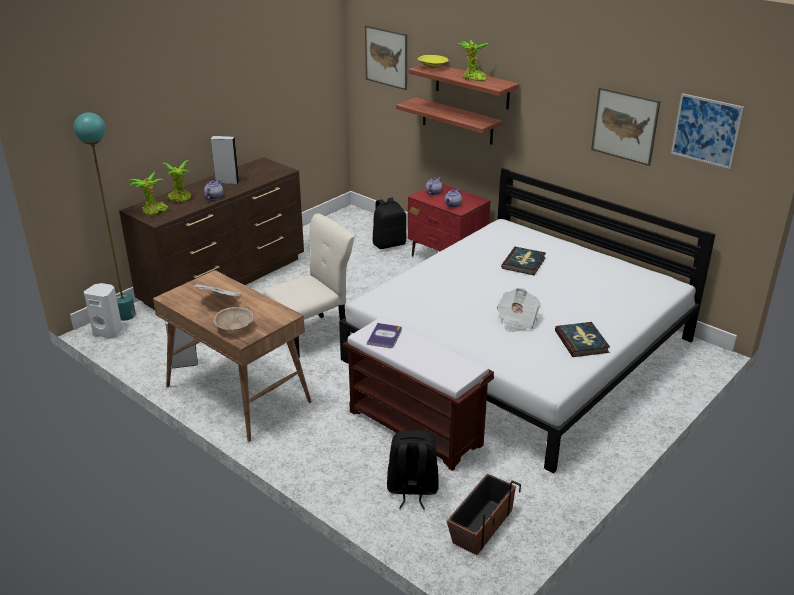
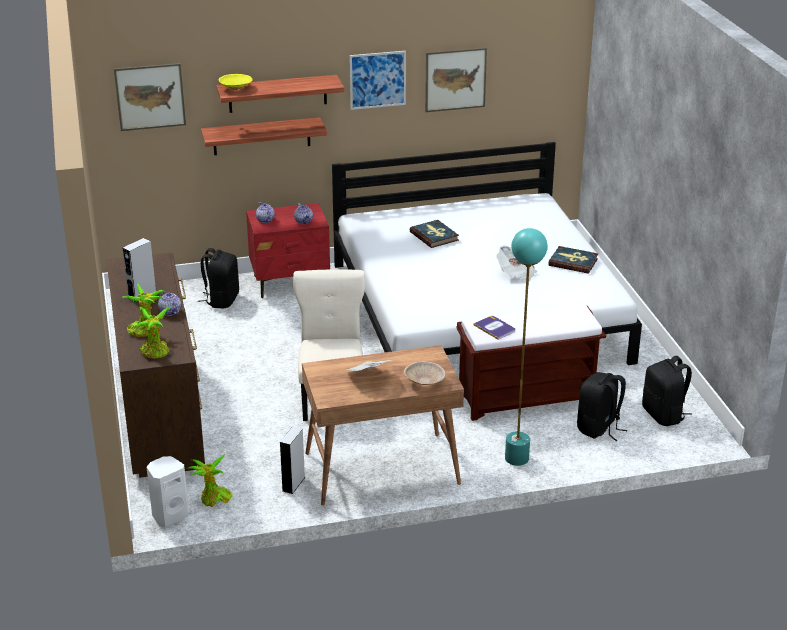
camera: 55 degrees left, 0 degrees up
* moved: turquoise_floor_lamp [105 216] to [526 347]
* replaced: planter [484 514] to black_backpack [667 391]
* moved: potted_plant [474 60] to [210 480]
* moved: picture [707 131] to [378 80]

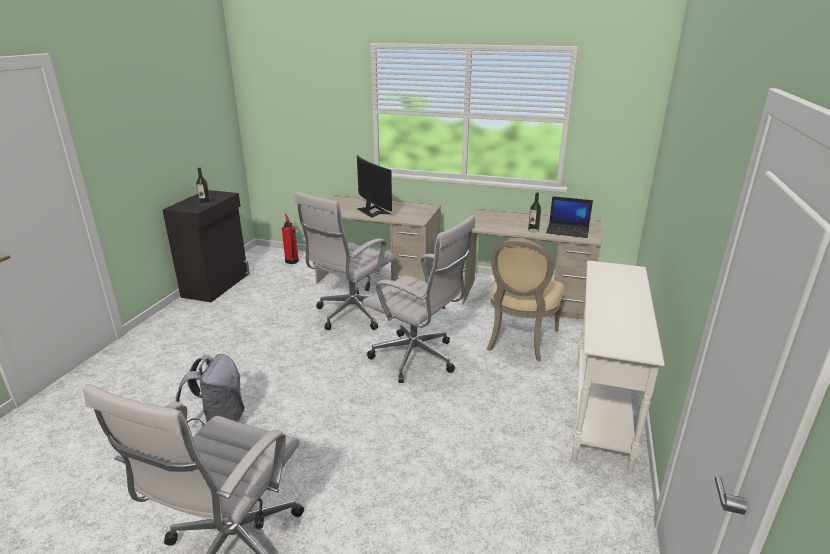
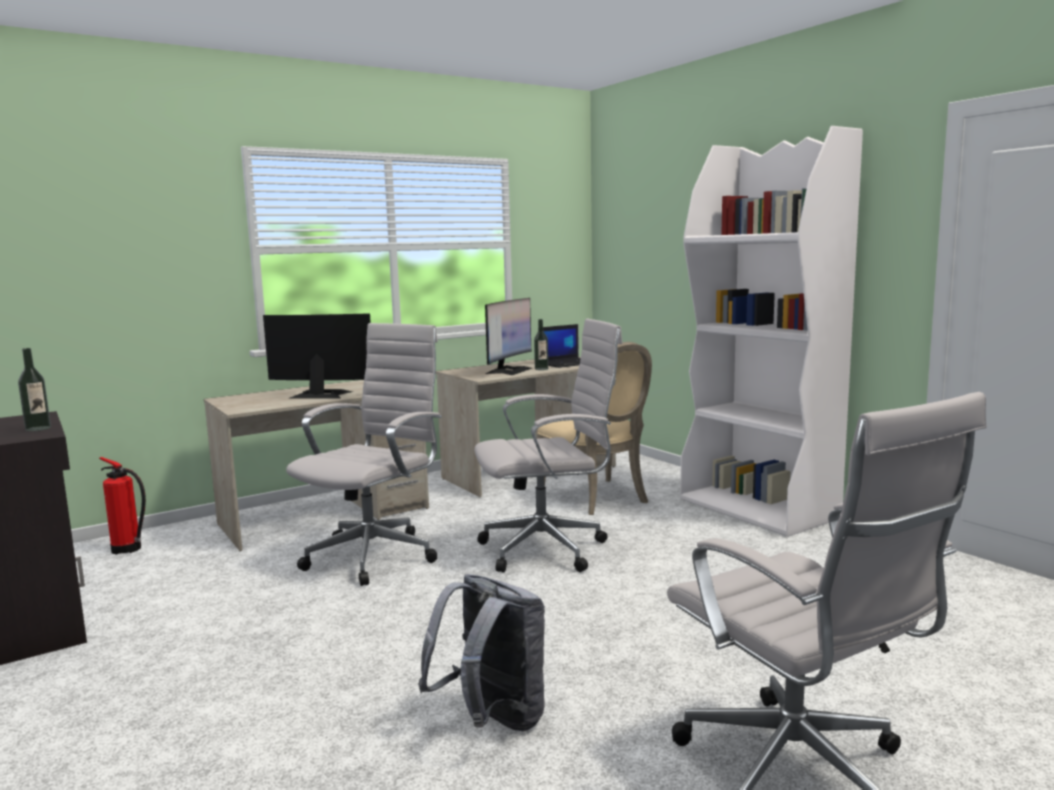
camera: 50 degrees left, 15 degrees down
* turned: white_office_chair [344 260] = [364 454] 135 degrees counterclockwise
* replaced: white_console_table [618 366] to white_bookcase [771 331]
* added: monitor [508 336]

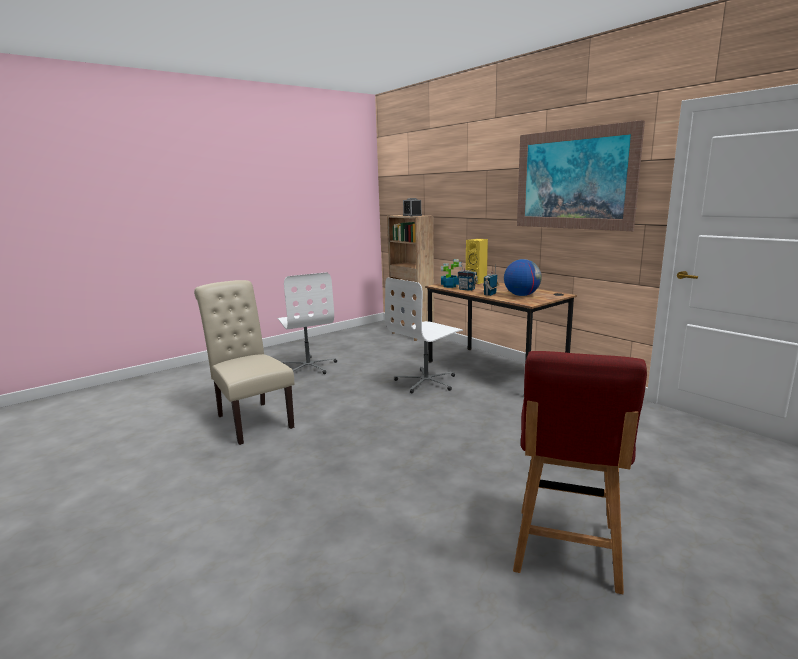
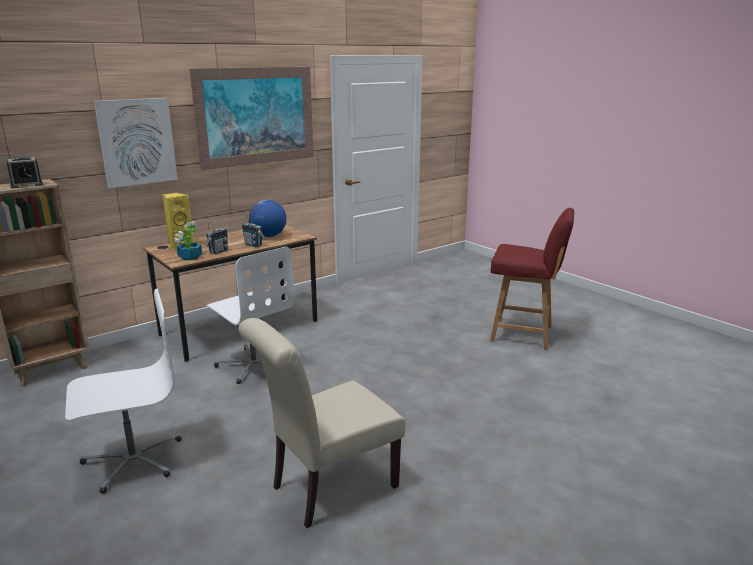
camera: 90 degrees left, 5 degrees up
* added: picture [136 143]

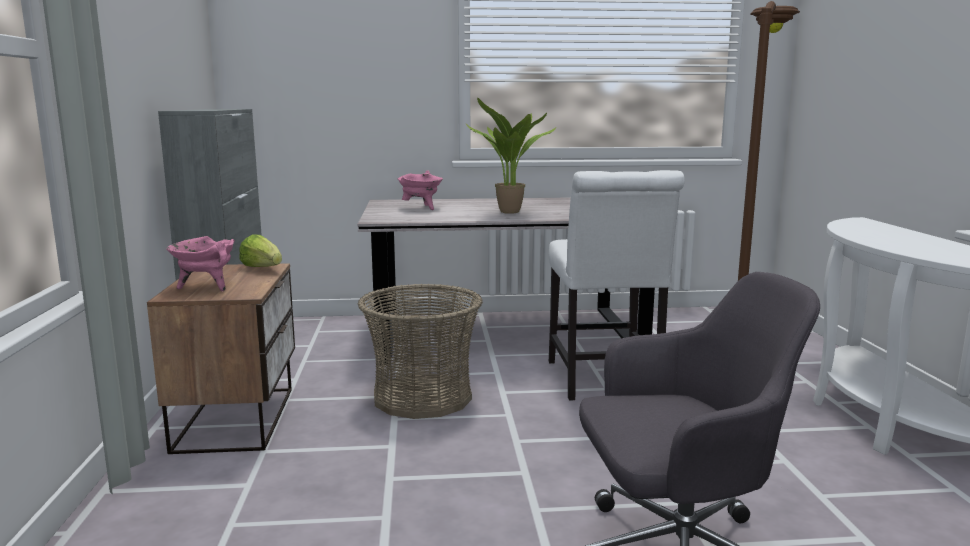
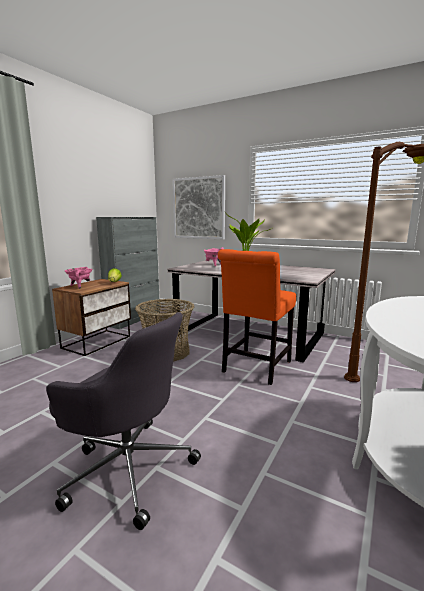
camera: 35 degrees right, 0 degrees up
* recoloured: white_chair [617 285] to orange_chair [257 317]
* added: picture [199 207]

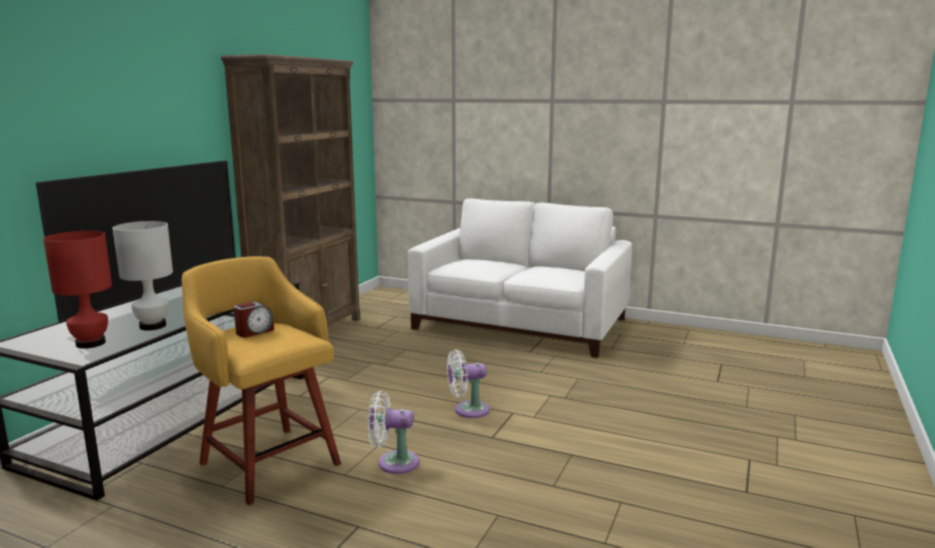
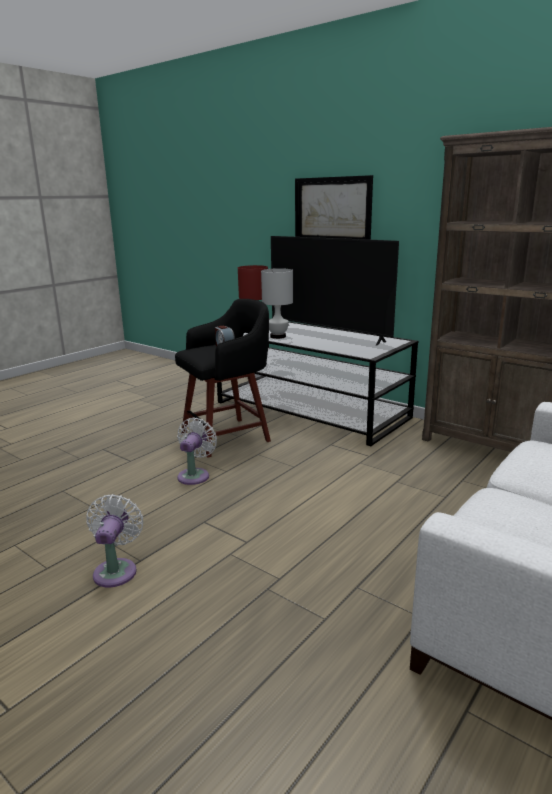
camera: 105 degrees right, 5 degrees up
* recoloured: yellow_stool [261 380] to black_stool [223 378]
* moved: white_fan [468 384] to [114 540]
* added: picture [334 207]

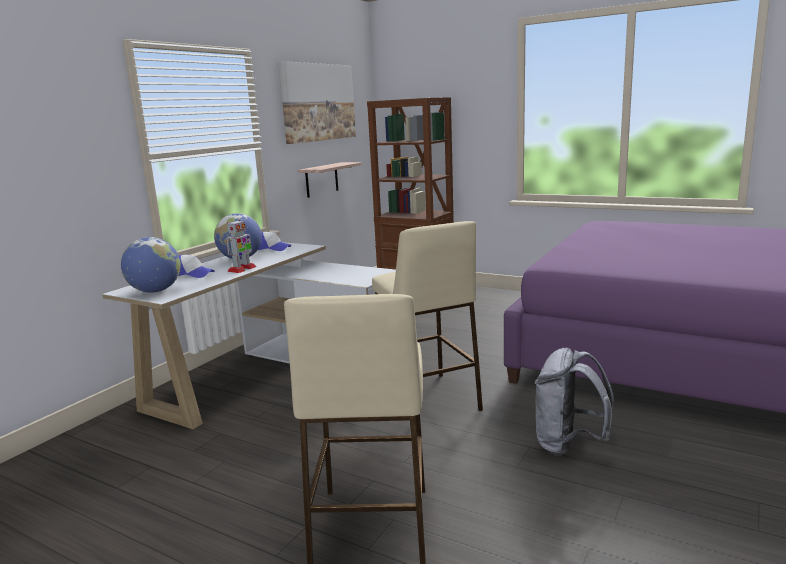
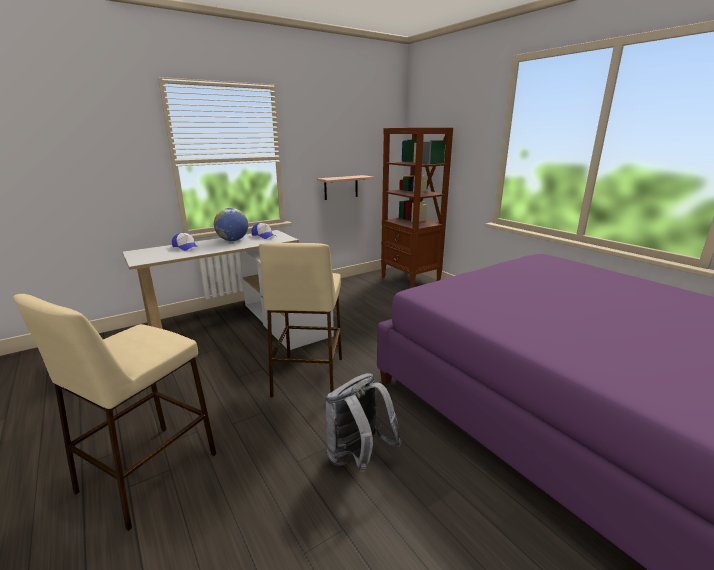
camera: 25 degrees right, 5 degrees up
* removed: globe [151 265]
* removed: toy_robot [241 246]
* removed: picture [317 102]

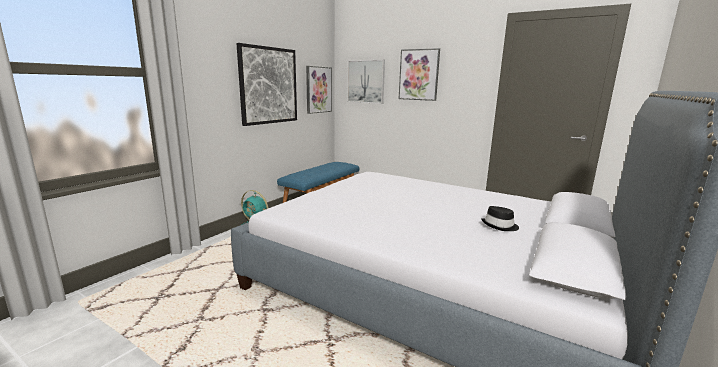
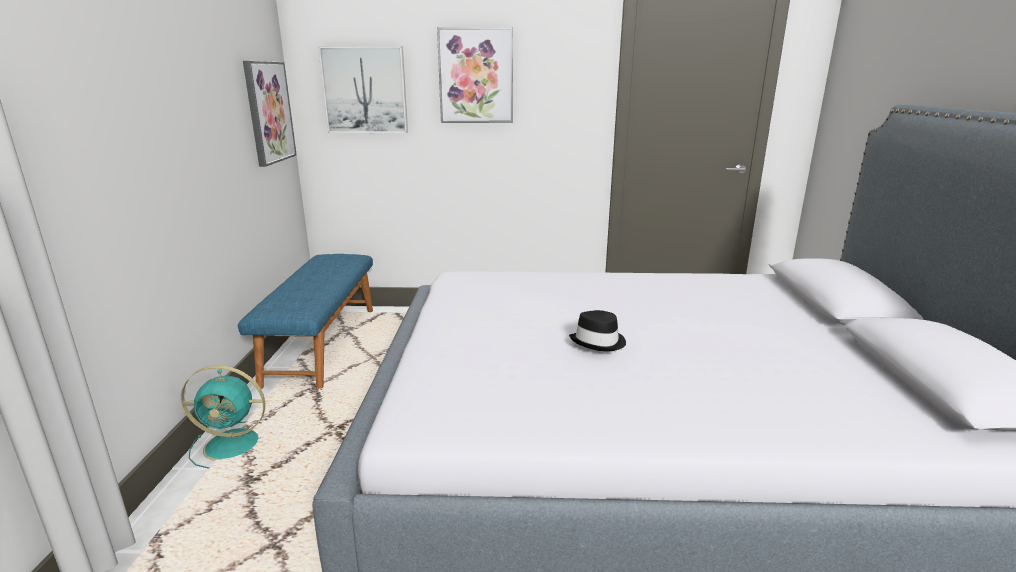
camera: 30 degrees left, 5 degrees up
* removed: picture [266 84]
* moved: black_hat [500 218] to [597 331]

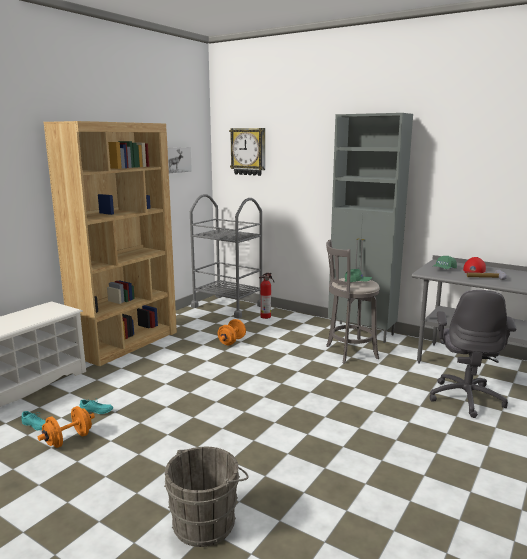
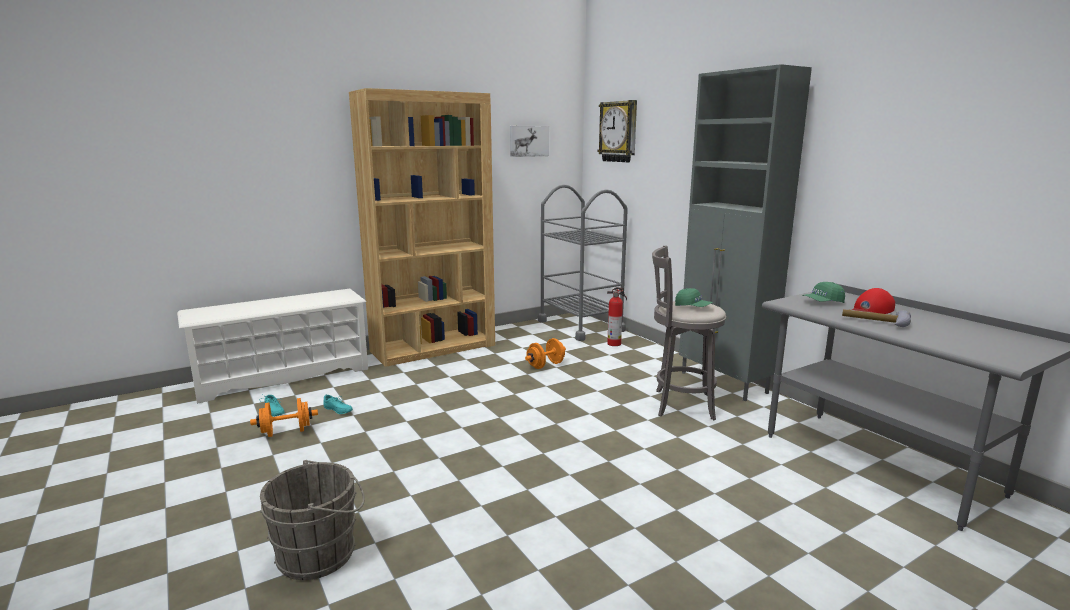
camera: 25 degrees right, 0 degrees up
* removed: grey_office_chair [473 354]

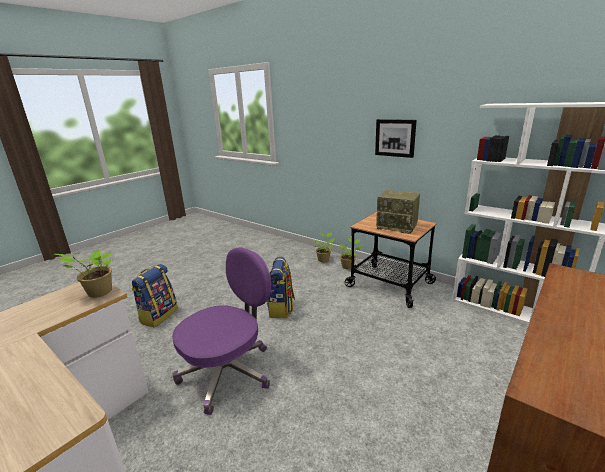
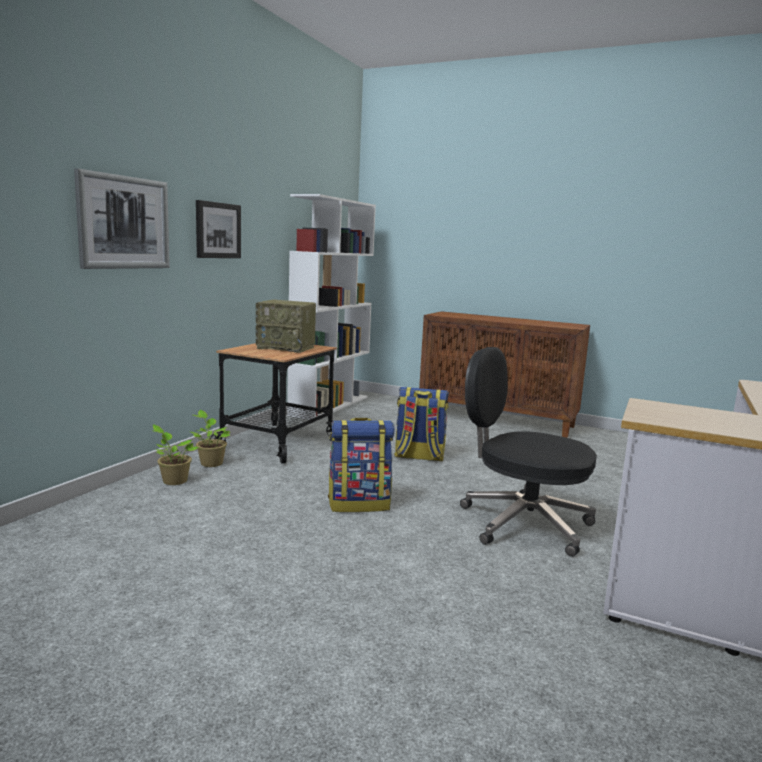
camera: 105 degrees left, 10 degrees down
* removed: potted_plant [83 274]
* moved: backpack [154 295] to [421 424]
* recoloured: purple_office_chair [221 331] to black_office_chair [528 452]
* turned: radio [398 212] = [286 326] 90 degrees clockwise
* added: picture [122 218]

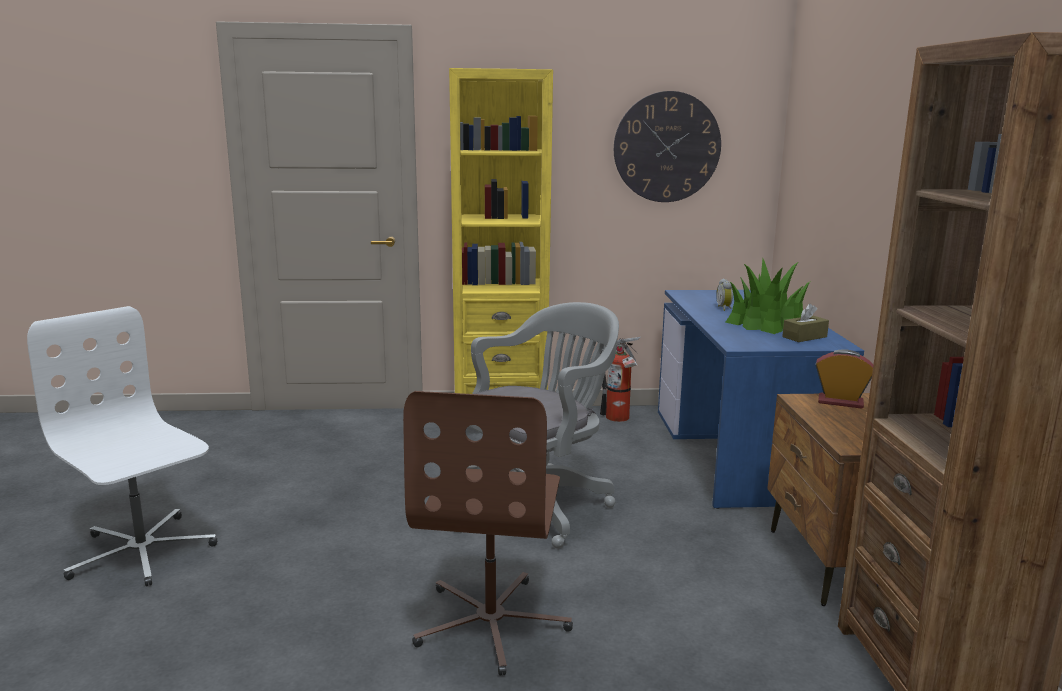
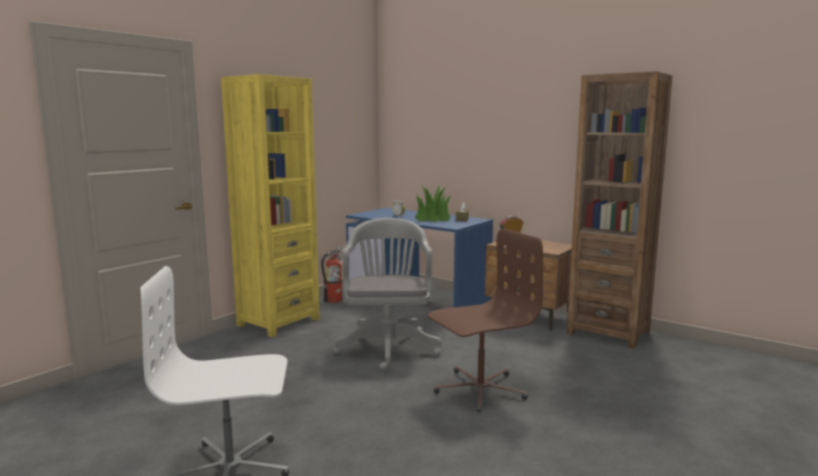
camera: 50 degrees left, 5 degrees down
* turned: brown_office_chair [488 533] = [485 320] 75 degrees counterclockwise
* removed: wall_clock [667 146]

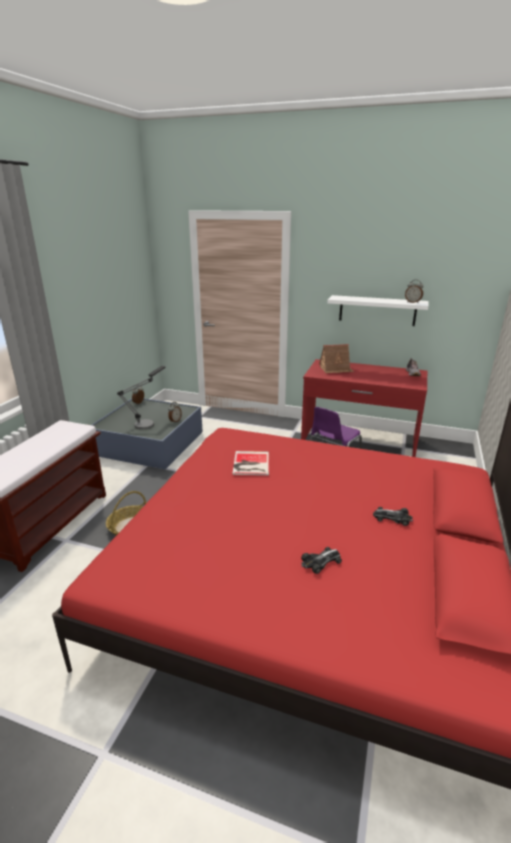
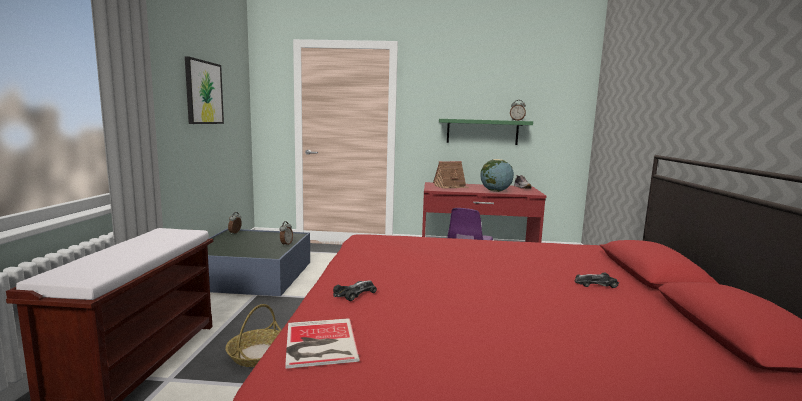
camera: 15 degrees left, 15 degrees down
* removed: table_lamp [141 398]
* moved: book [250 463] to [322 343]
* moved: toy_car [321 560] to [355 290]
* recoloured: white_shelf [378 310] to green_shelf [486 132]
* added: picture [204 90]
* added: globe [497 175]

